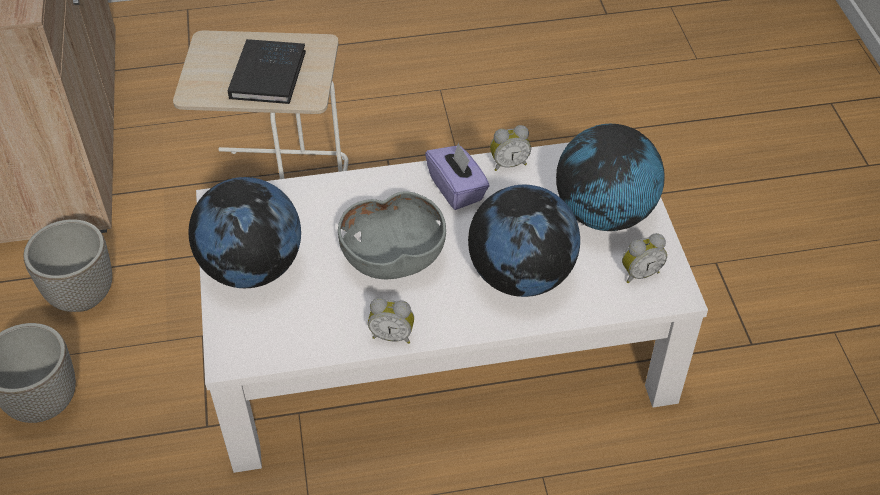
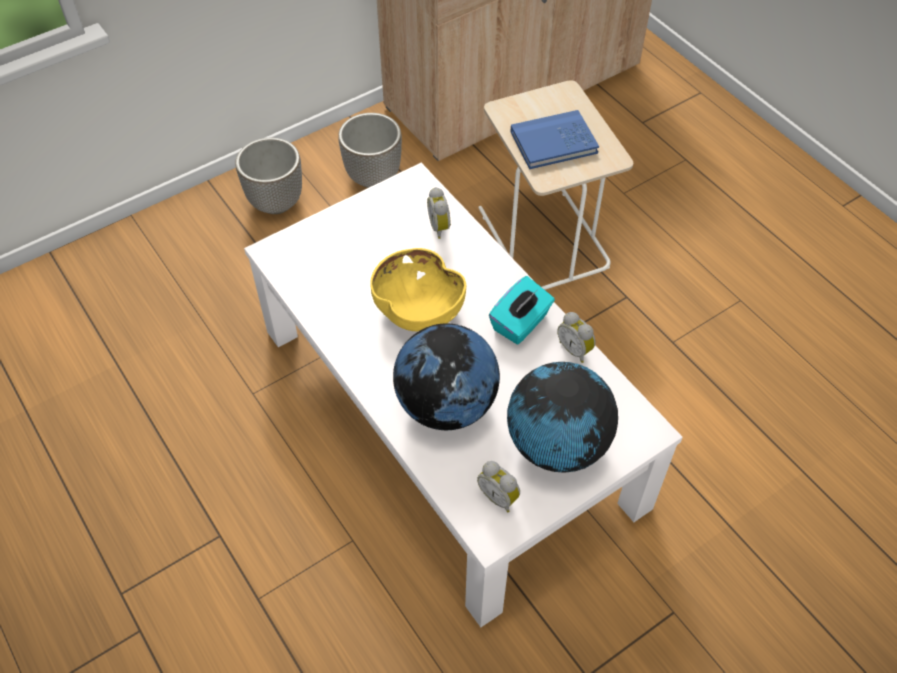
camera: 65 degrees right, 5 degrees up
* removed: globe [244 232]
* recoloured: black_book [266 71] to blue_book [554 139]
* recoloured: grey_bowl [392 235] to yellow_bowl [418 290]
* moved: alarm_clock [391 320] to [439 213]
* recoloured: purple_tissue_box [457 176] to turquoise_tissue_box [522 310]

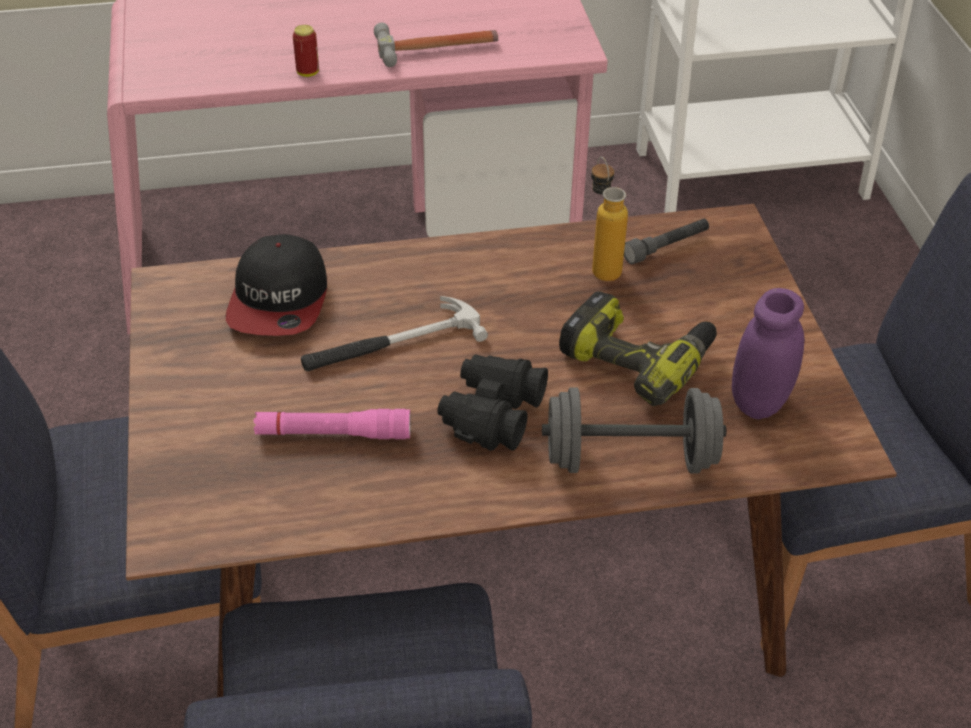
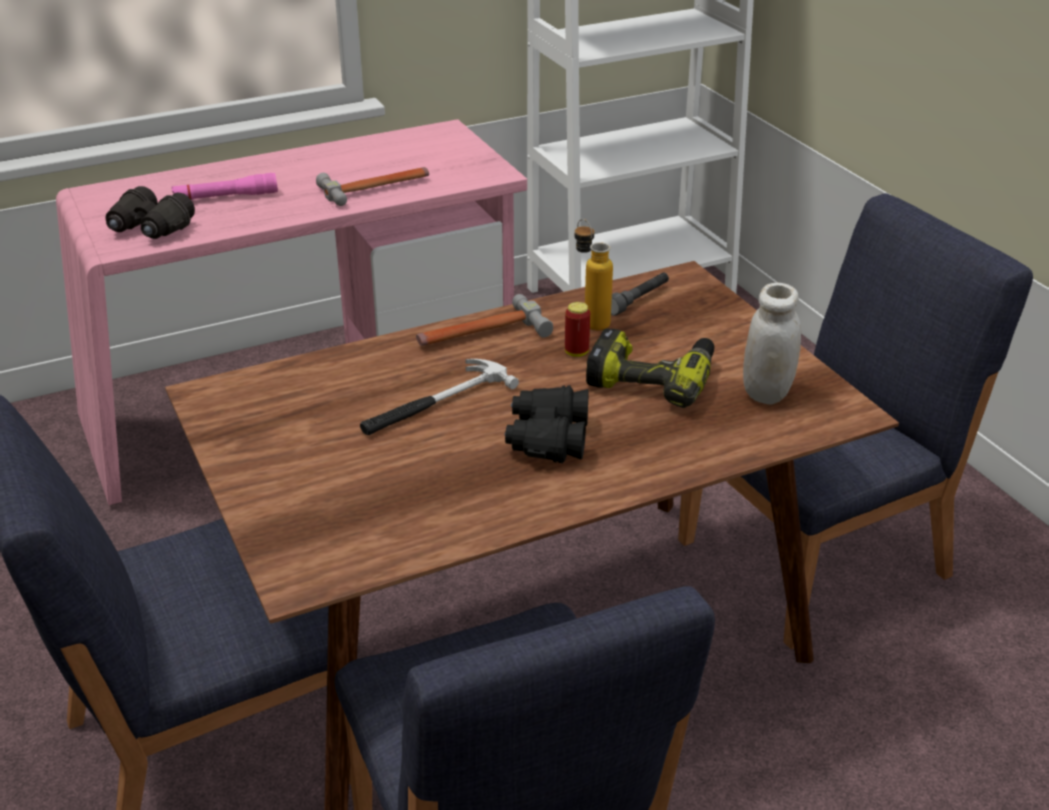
camera: 15 degrees left, 10 degrees down
* removed: cap [276 285]
* moved: pink_flashlight [332 424] to [224 186]
* moved: can [306 51] to [577 329]
* removed: grey_dumbbell [634 430]
* recoloured: purple_jar [768 353] to white_jar [772 344]
* added: black_binoculars [150 212]
* added: hammer [484 320]

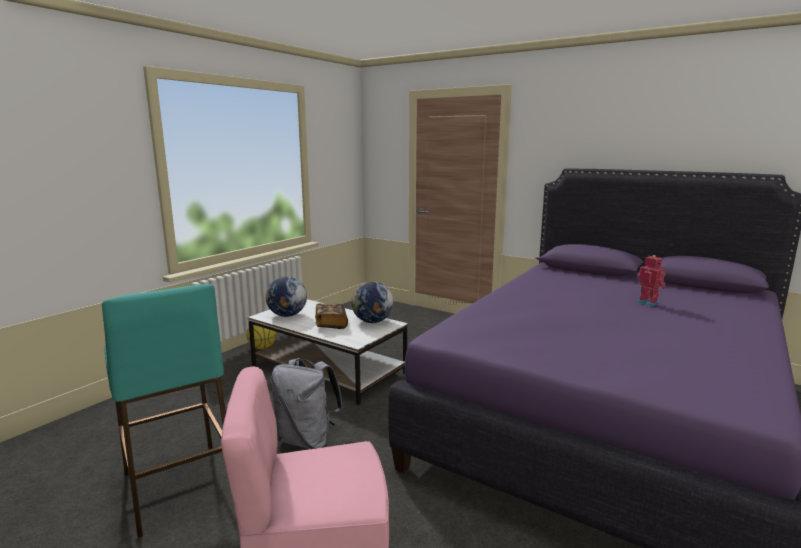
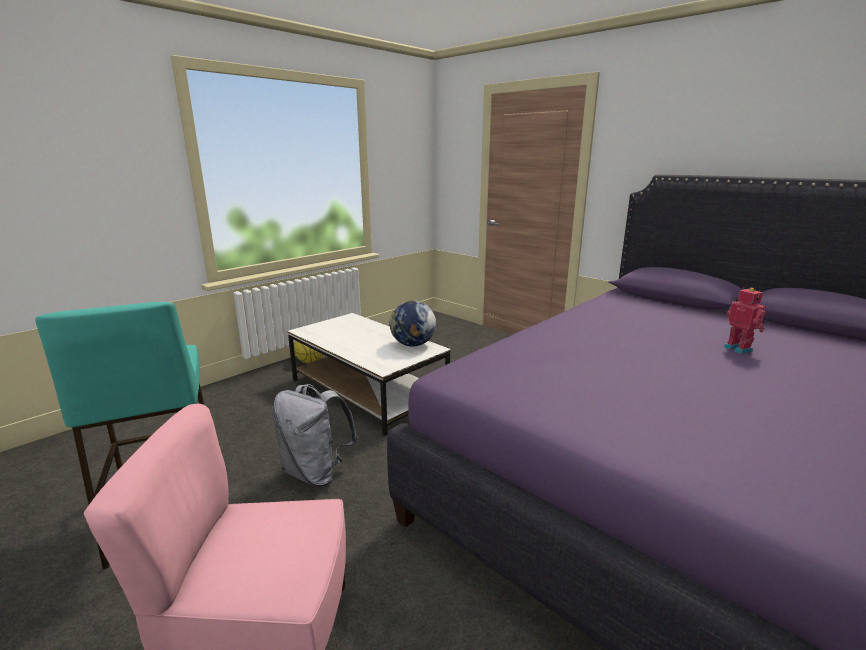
camera: 10 degrees right, 5 degrees up
* removed: globe [286 297]
* removed: book [331 316]

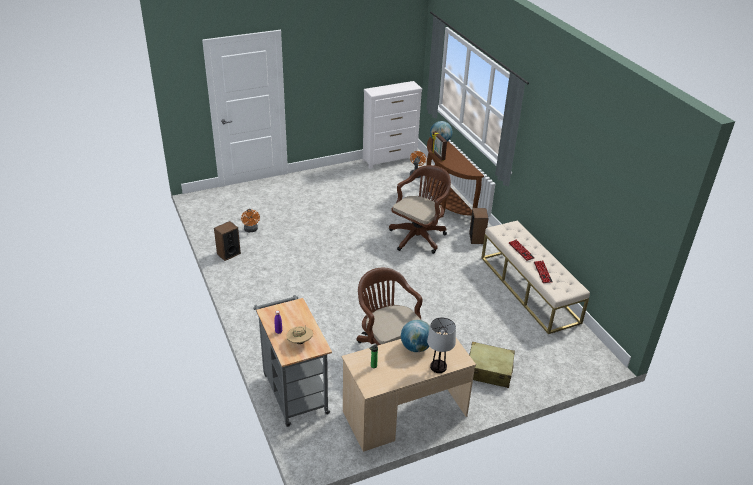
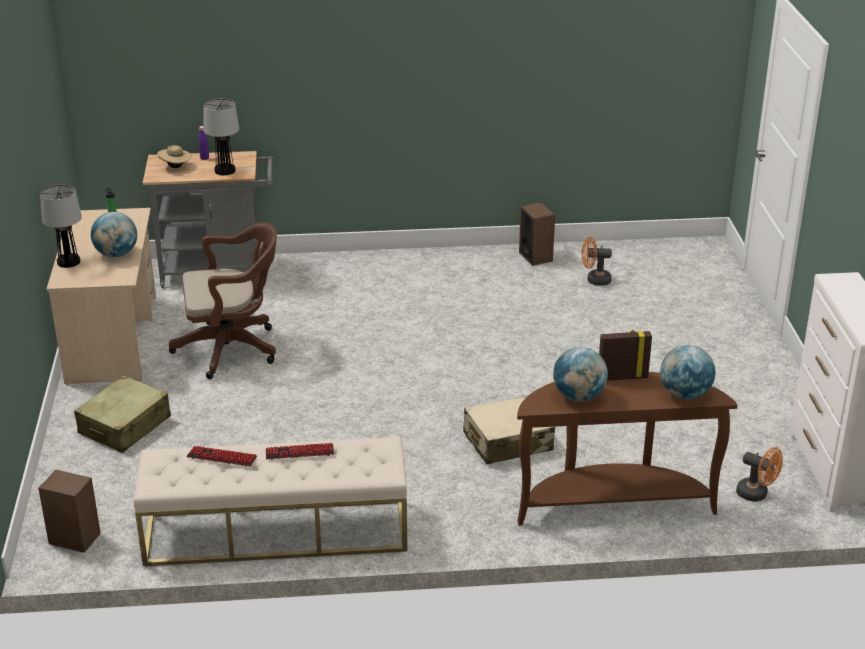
camera: 110 degrees right, 5 degrees down
* replaced: brown_office_chair [420 209] to beige_suitcase [509 429]
* moved: speaker [479 226] to [69 511]
* added: table_lamp [221 137]
* added: globe [580 374]

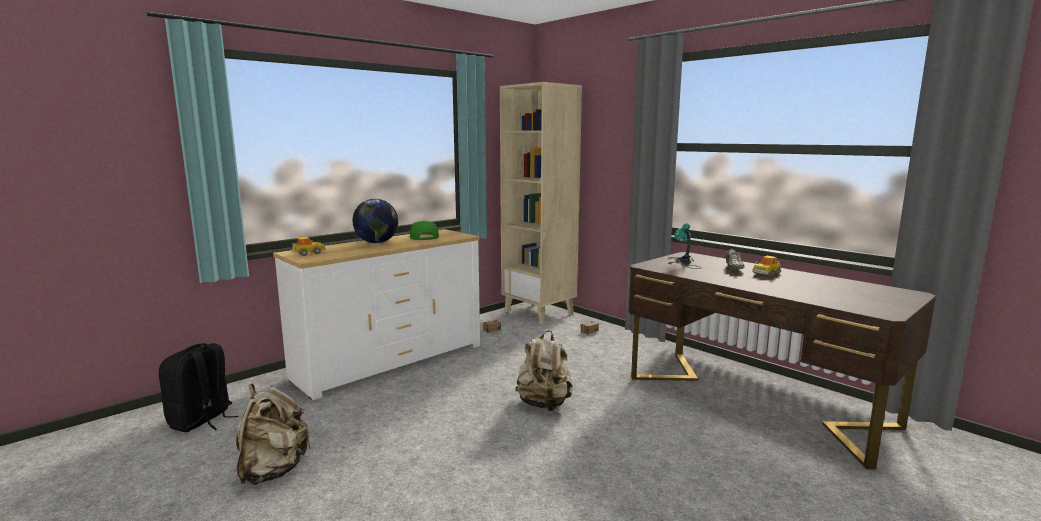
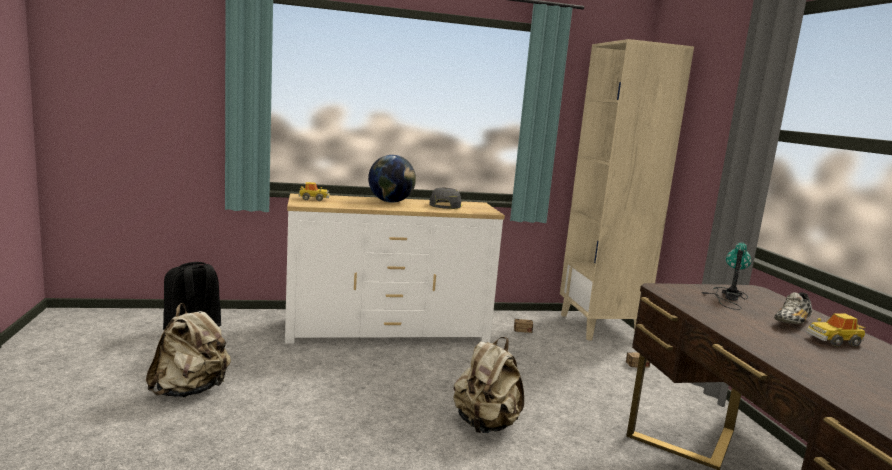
camera: 30 degrees right, 0 degrees up
* recoloured: green_cap [424 230] to grey_cap [445 198]

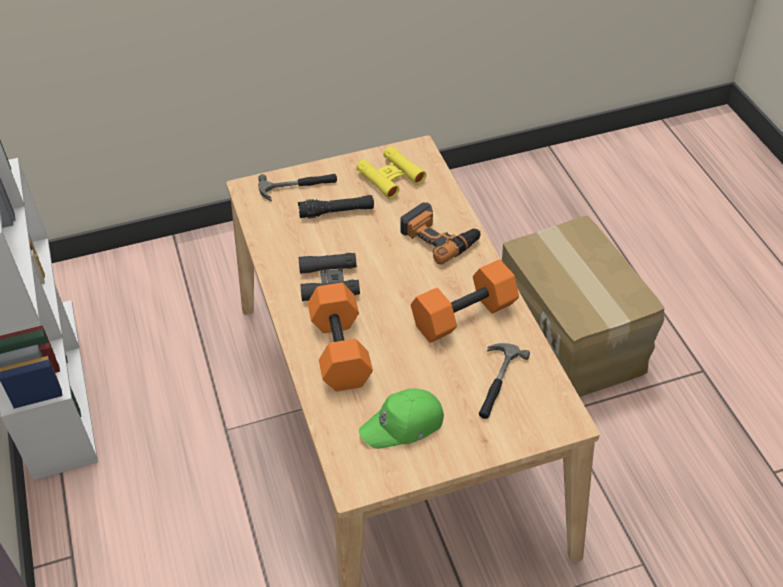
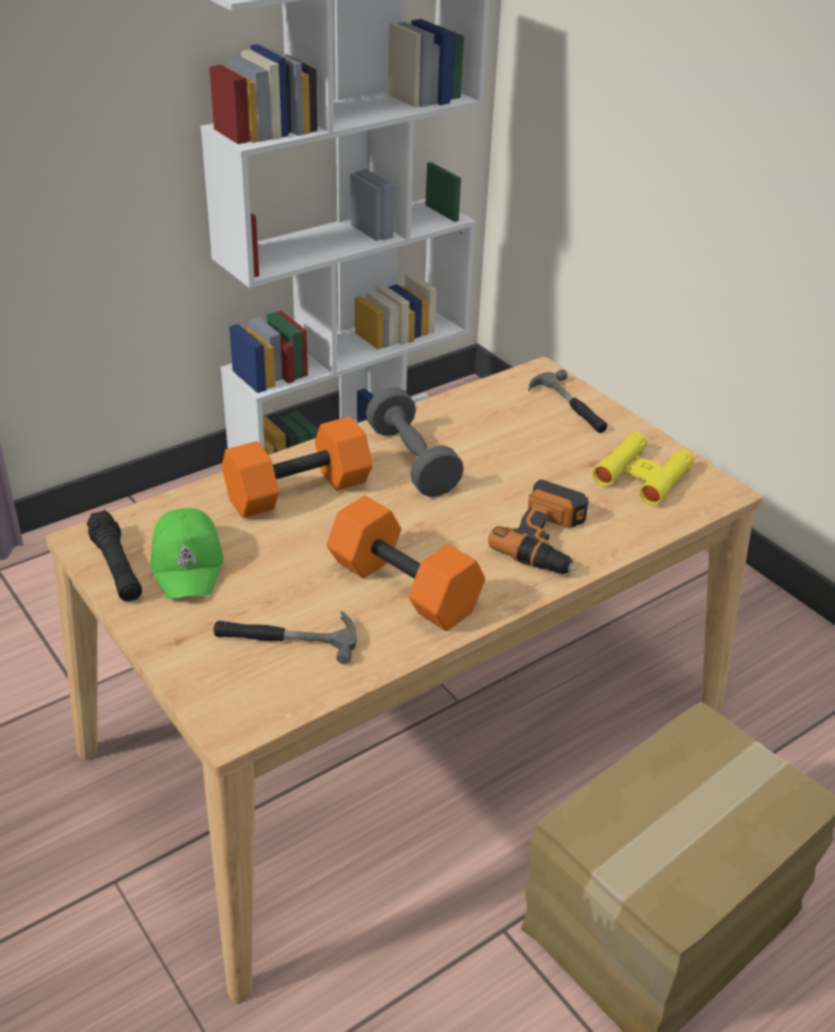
camera: 70 degrees right, 10 degrees down
* moved: black_flashlight [336 207] to [114 556]
* replaced: black_binoculars [329 277] to grey_dumbbell [415 442]
* turned: green_cap [401 419] = [187 553] 150 degrees counterclockwise

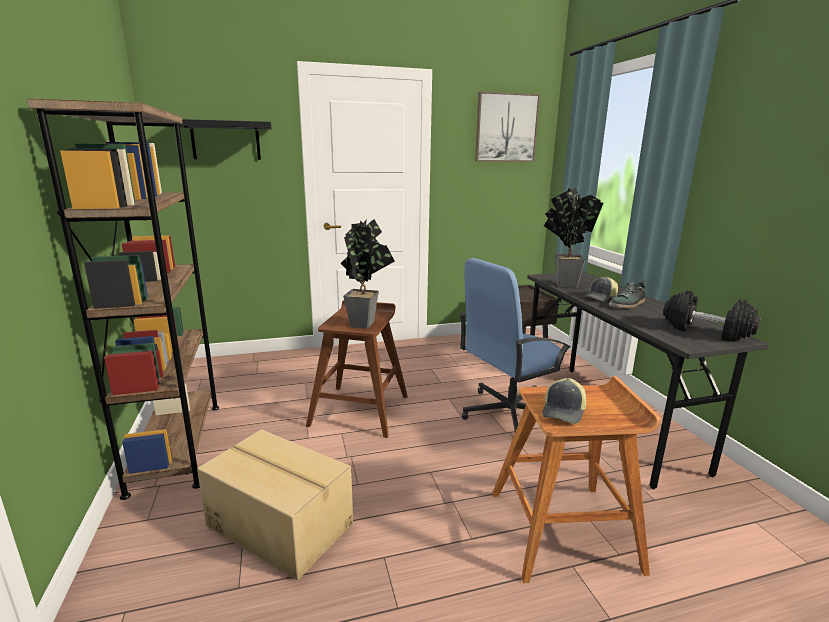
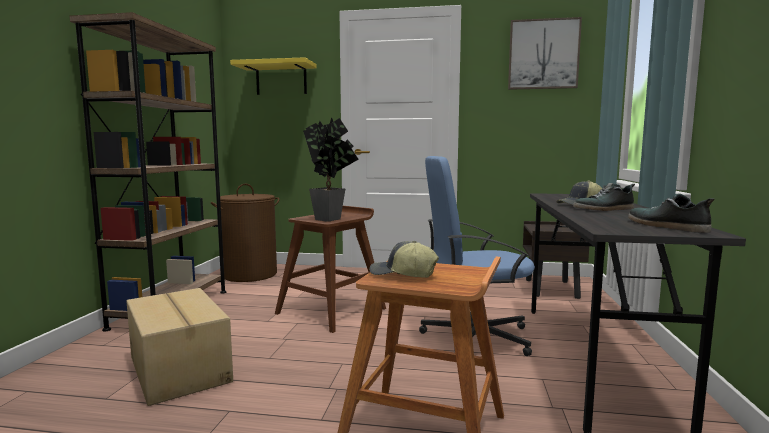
camera: 25 degrees right, 10 degrees down
* recoloured: black_shelf [225 139] to yellow_shelf [273 76]
* turned: cap [564 401] = [404 259] 60 degrees clockwise
* removed: potted_plant [573 238]
* replaced: black_dumbbell [711 316] to shoe [671 213]
* added: brown_laundry_basket [245 233]

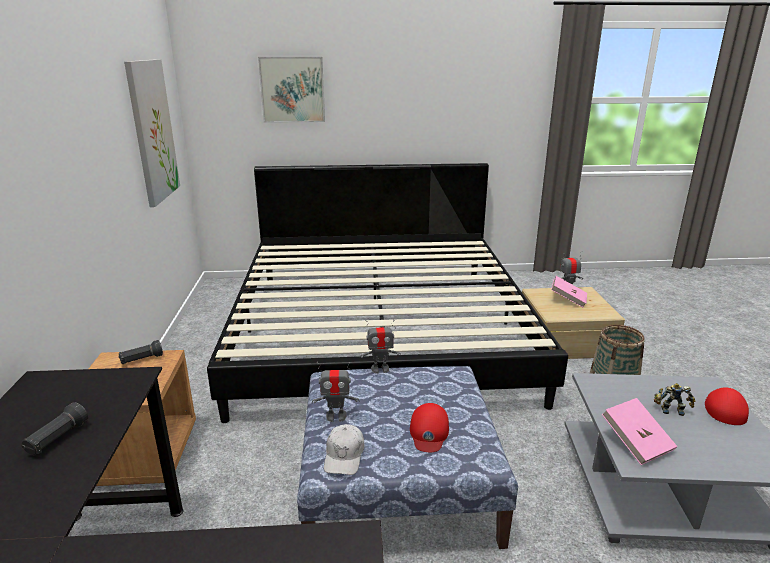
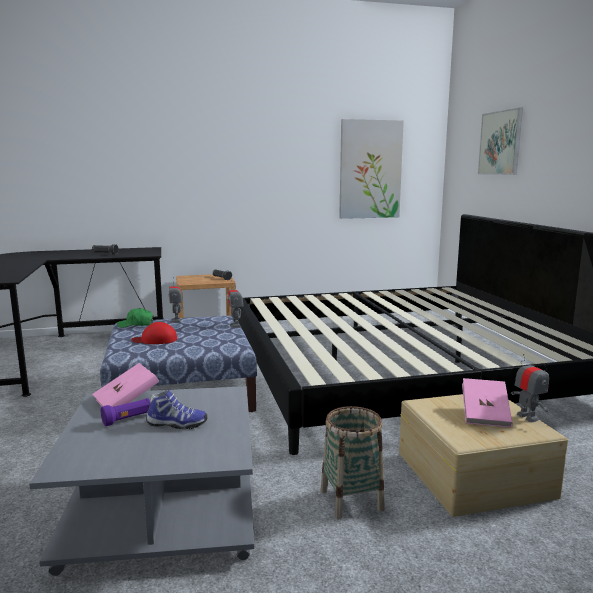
camera: 80 degrees right, 10 degrees down
* recoloured: white_cap [344 449] to green_cap [135 318]
* replaced: toy_robot [674 399] to shoe [177 409]
* removed: red_cap [727 406]
* added: purple_flashlight [125 412]

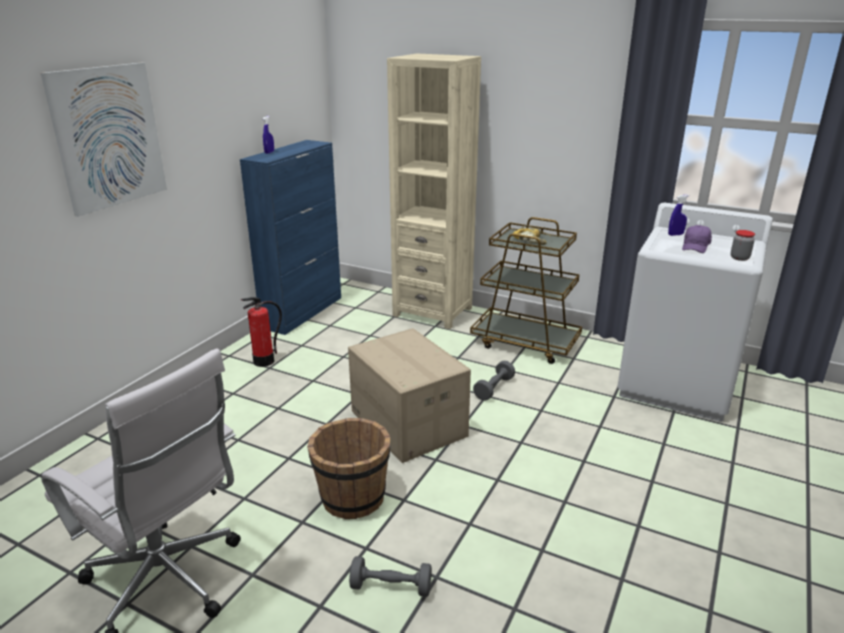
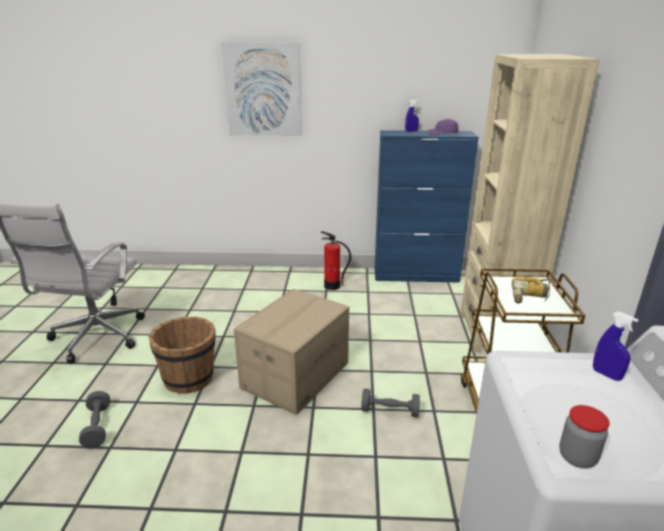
camera: 65 degrees right, 0 degrees up
* moved: purple_cap [697 239] to [443 127]

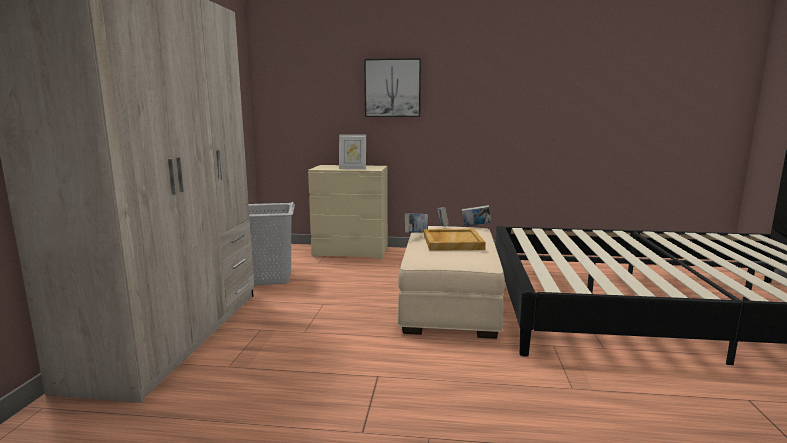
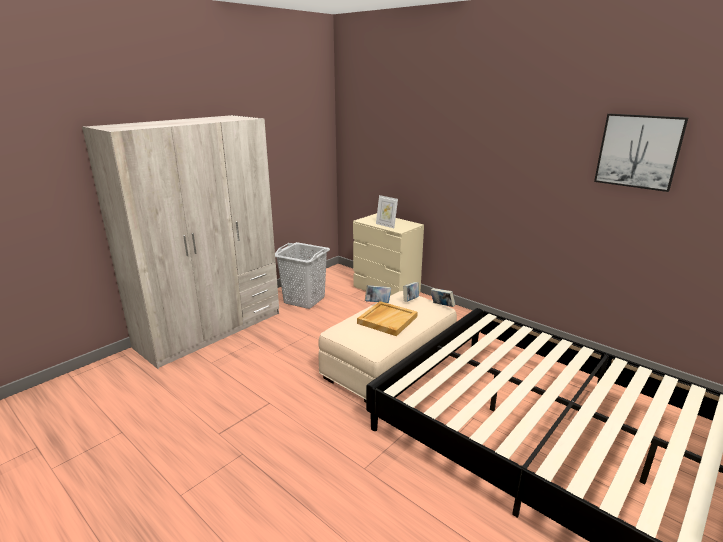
camera: 35 degrees right, 10 degrees up
* moved: picture [392 87] to [641 153]

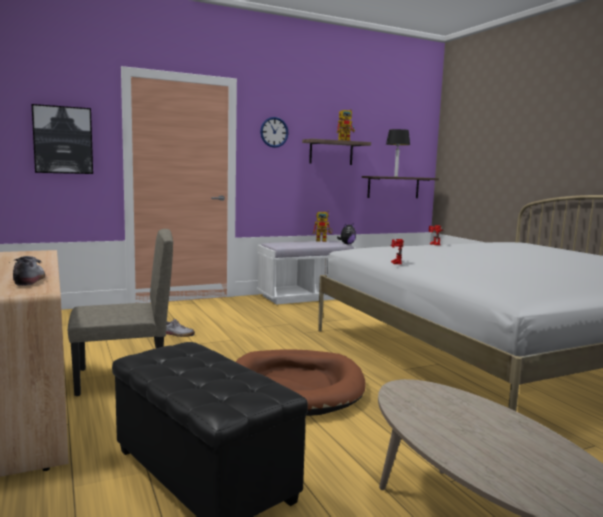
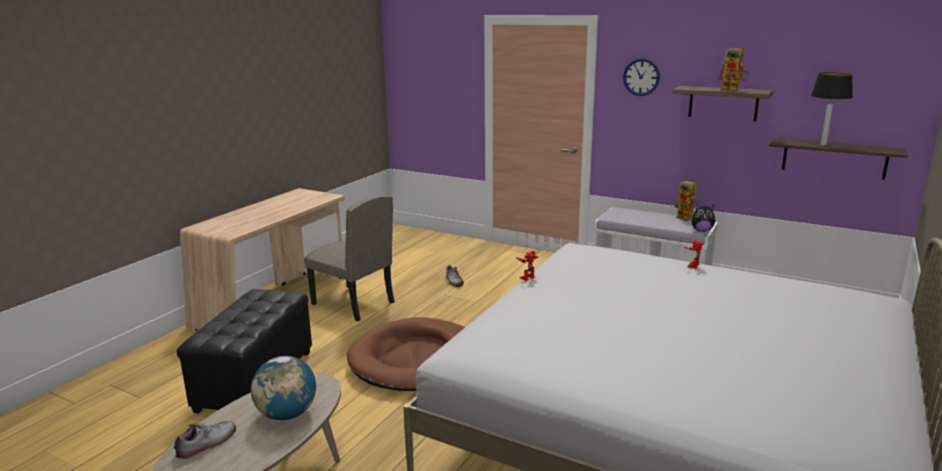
camera: 55 degrees right, 10 degrees up
* moved: shoe [29 271] to [205 440]
* removed: picture [62 139]
* added: globe [283 388]

